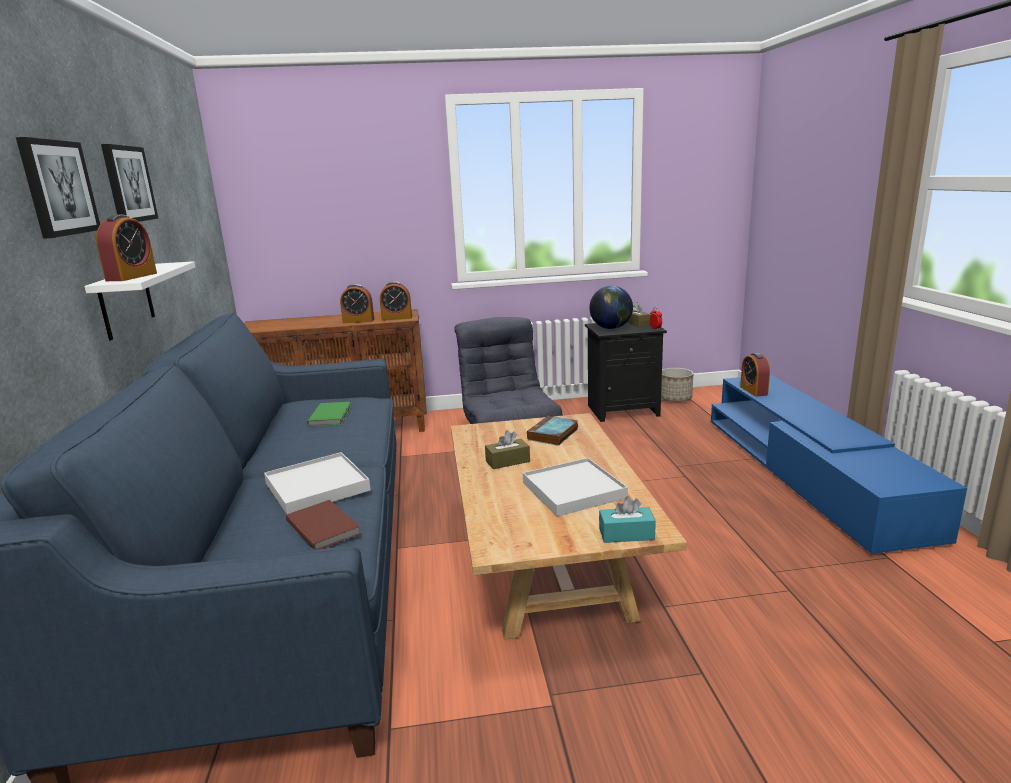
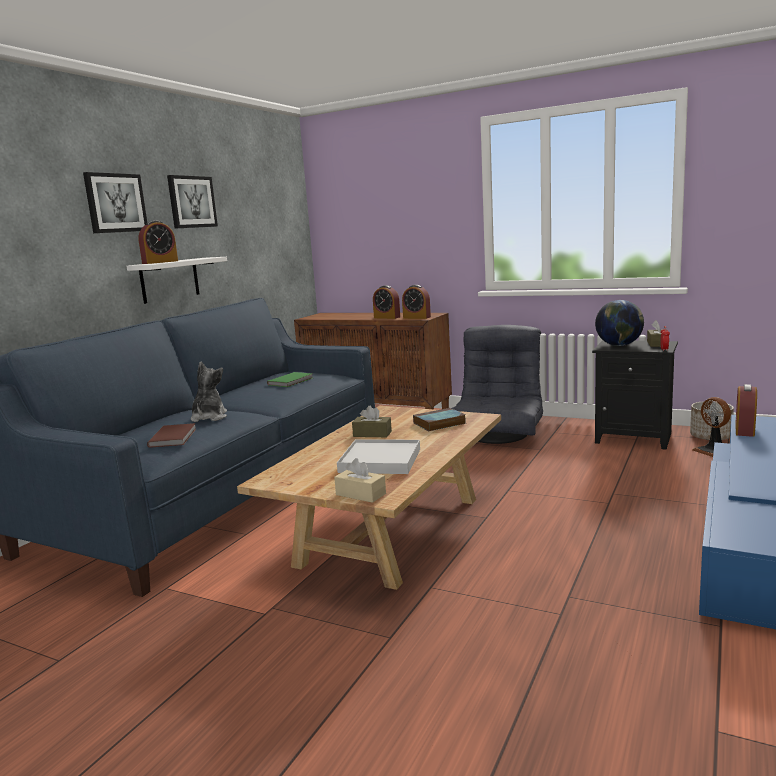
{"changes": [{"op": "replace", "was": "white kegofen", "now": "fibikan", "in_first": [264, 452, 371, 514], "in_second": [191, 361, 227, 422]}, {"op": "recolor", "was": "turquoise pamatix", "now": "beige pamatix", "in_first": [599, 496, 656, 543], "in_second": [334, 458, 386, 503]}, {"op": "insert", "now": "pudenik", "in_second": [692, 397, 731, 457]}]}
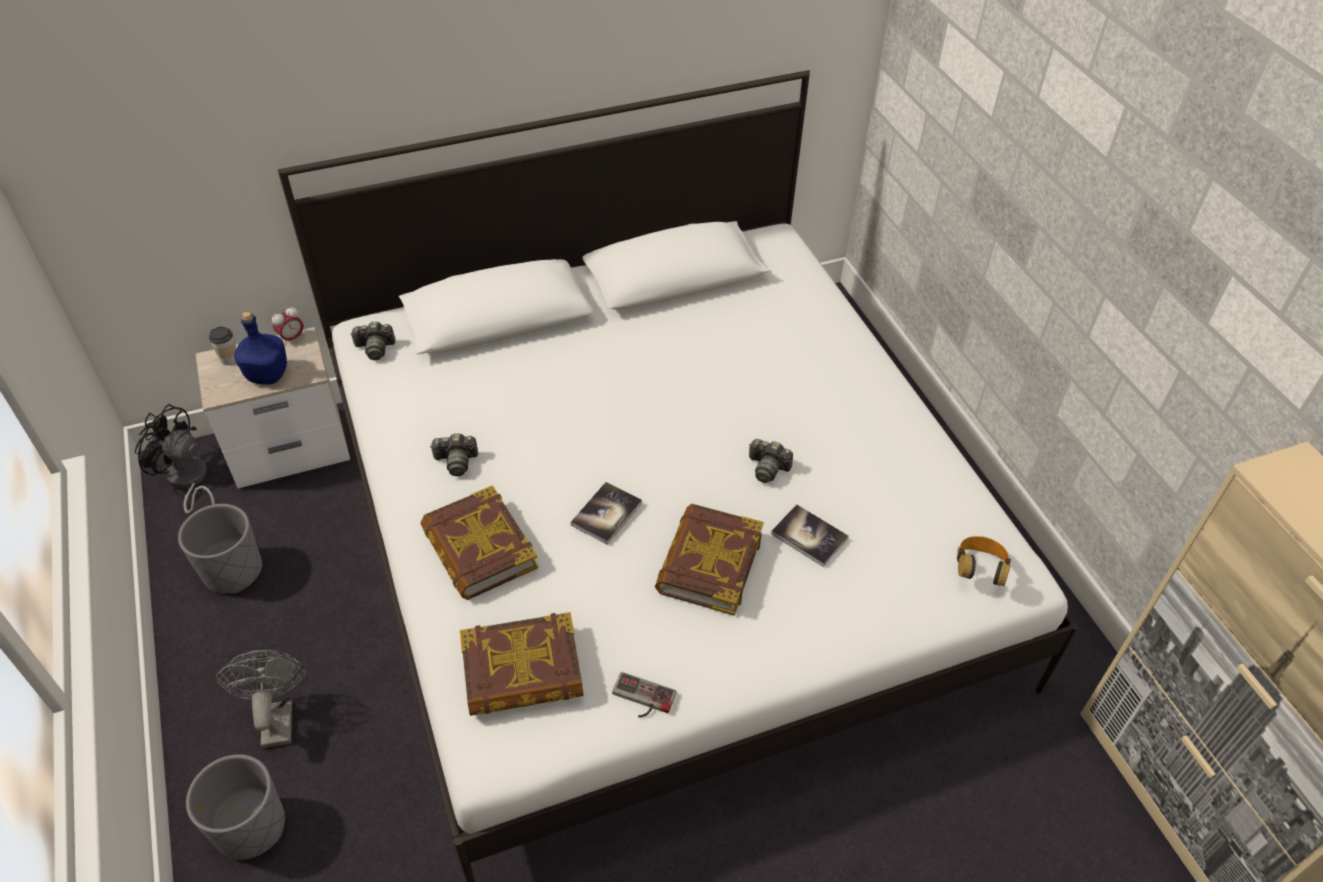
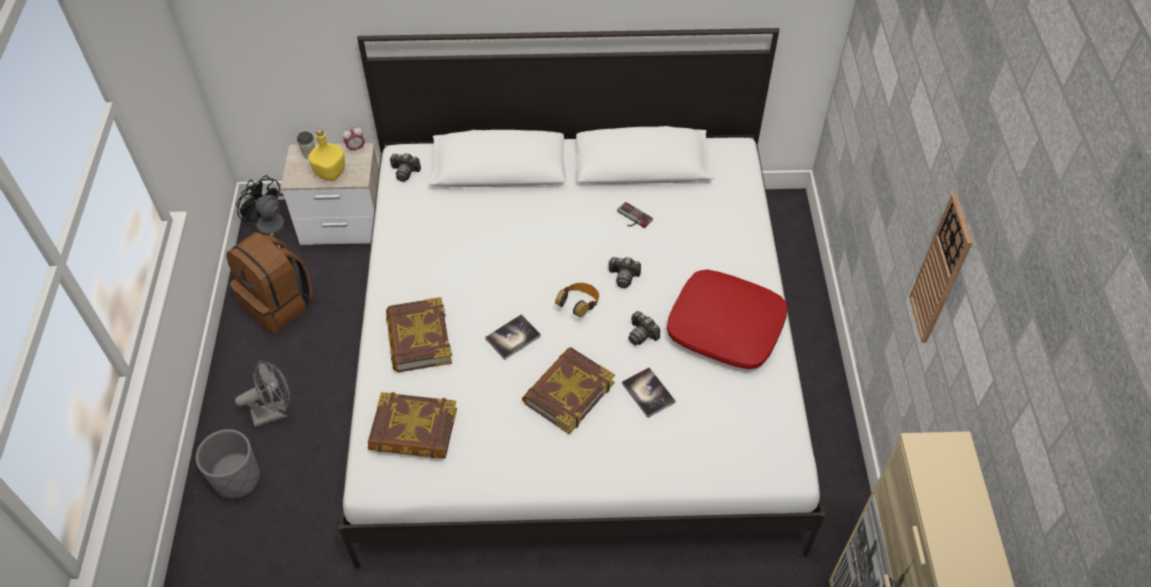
{"changes": [{"op": "replace", "was": "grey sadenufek", "now": "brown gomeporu", "in_first": [178, 504, 262, 594], "in_second": [226, 232, 313, 333]}, {"op": "rotate", "was": "grey pudenik", "in_first": [216, 650, 307, 748], "in_second": [235, 360, 290, 427], "clockwise": 60}, {"op": "recolor", "was": "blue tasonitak", "now": "yellow tasonitak", "in_first": [234, 311, 287, 385], "in_second": [308, 129, 345, 181]}, {"op": "move", "was": "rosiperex", "in_first": [957, 536, 1011, 586], "in_second": [555, 283, 599, 317]}, {"op": "move", "was": "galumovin", "in_first": [430, 433, 478, 476], "in_second": [608, 257, 641, 288]}, {"op": "move", "was": "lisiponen", "in_first": [612, 672, 677, 718], "in_second": [617, 202, 653, 228]}, {"op": "insert", "now": "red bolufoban", "in_second": [667, 269, 787, 369]}, {"op": "insert", "now": "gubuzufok", "in_second": [909, 194, 973, 343]}]}
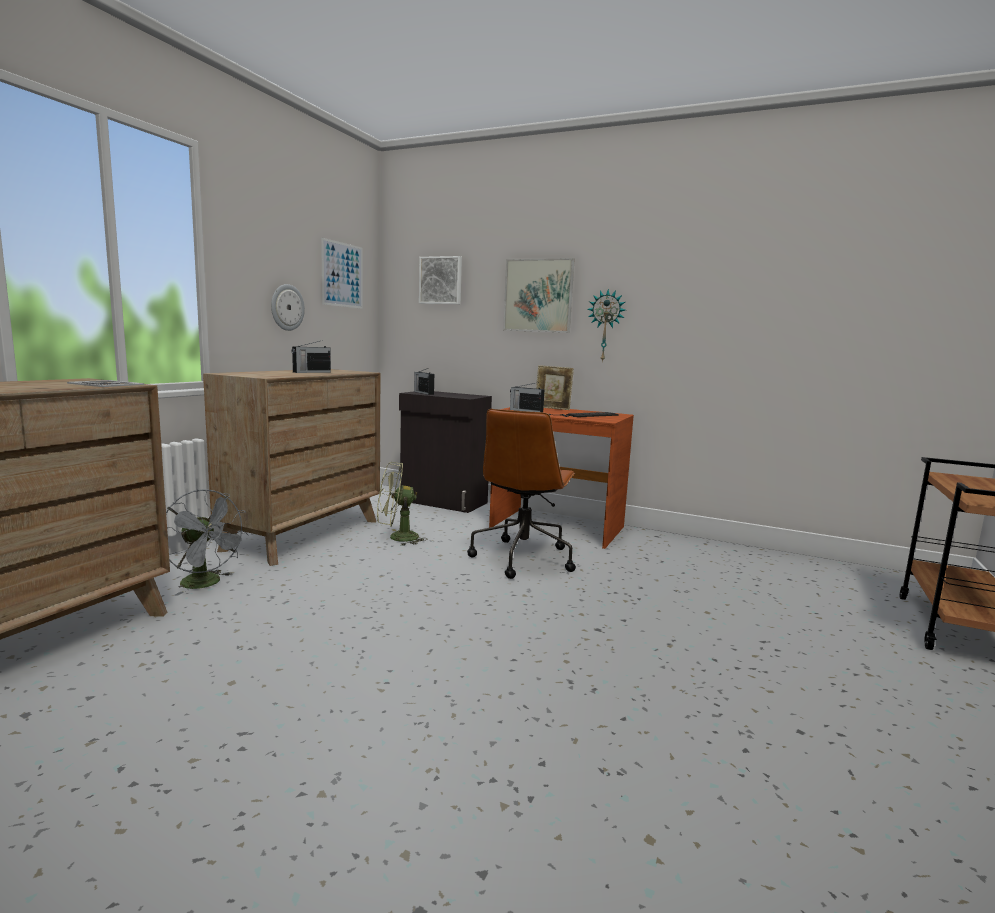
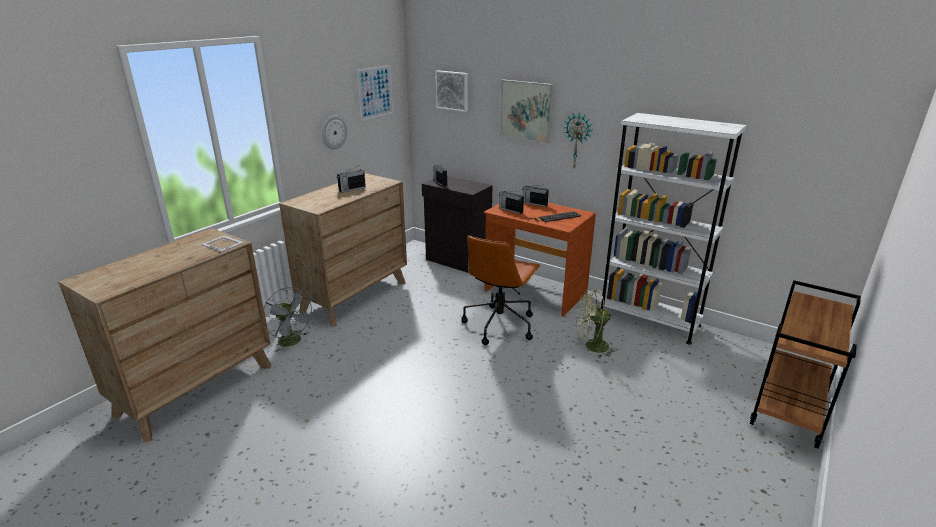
{"changes": [{"op": "replace", "was": "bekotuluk", "now": "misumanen", "in_first": [536, 365, 574, 410], "in_second": [522, 185, 549, 207]}, {"op": "move", "was": "green pudenik", "in_first": [377, 462, 428, 546], "in_second": [576, 289, 617, 358]}, {"op": "insert", "now": "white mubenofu", "in_second": [600, 113, 746, 345]}]}
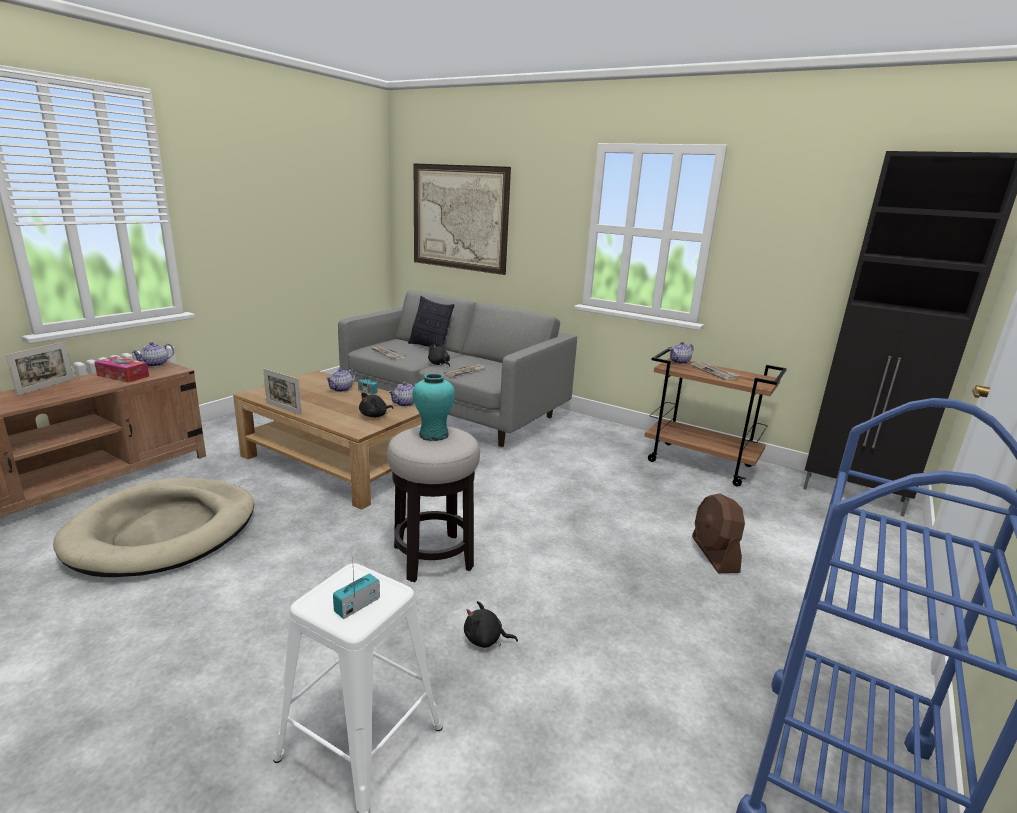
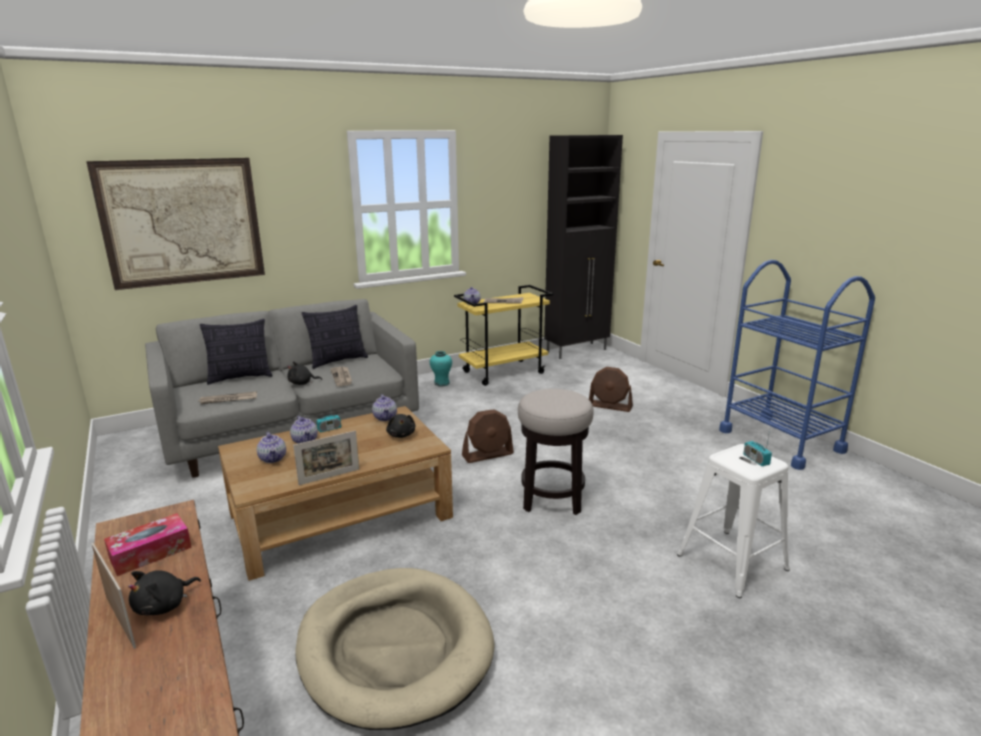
{"changes": [{"op": "move", "was": "black fibikan", "in_first": [464, 601, 518, 648], "in_second": [128, 570, 201, 615]}, {"op": "move", "was": "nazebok", "in_first": [131, 342, 174, 367], "in_second": [257, 432, 286, 463]}, {"op": "insert", "now": "bolufoban", "in_second": [302, 305, 368, 369]}, {"op": "move", "was": "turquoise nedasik", "in_first": [412, 373, 455, 441], "in_second": [430, 351, 452, 386]}, {"op": "recolor", "was": "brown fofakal", "now": "yellow fofakal", "in_first": [644, 347, 787, 487], "in_second": [454, 285, 553, 386]}, {"op": "insert", "now": "brown pudenik", "in_second": [462, 409, 514, 463]}]}
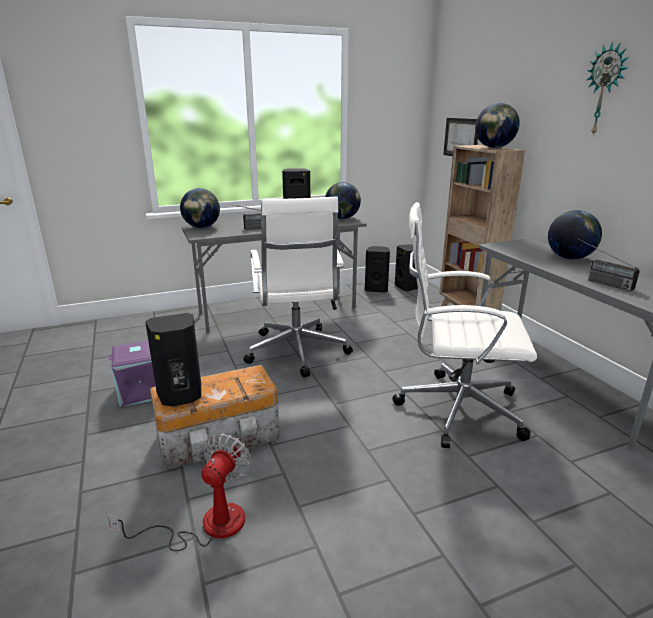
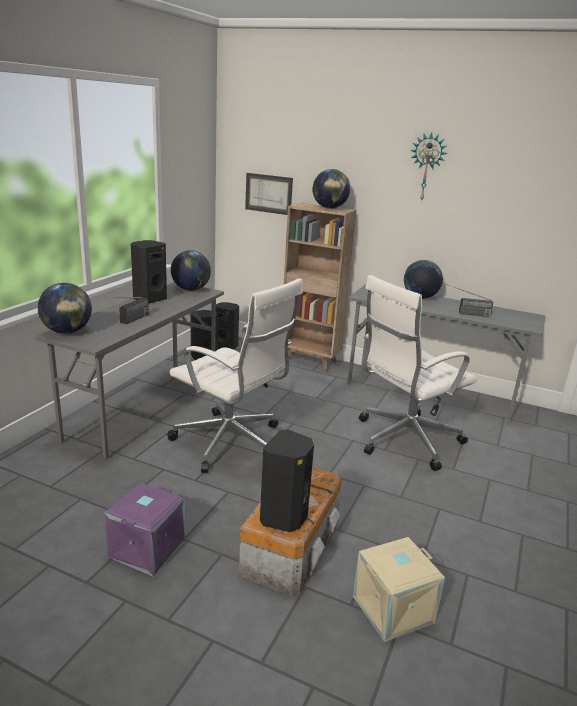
{"changes": [{"op": "replace", "was": "pudenik", "now": "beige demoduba", "in_first": [108, 433, 252, 551], "in_second": [353, 537, 445, 642]}]}
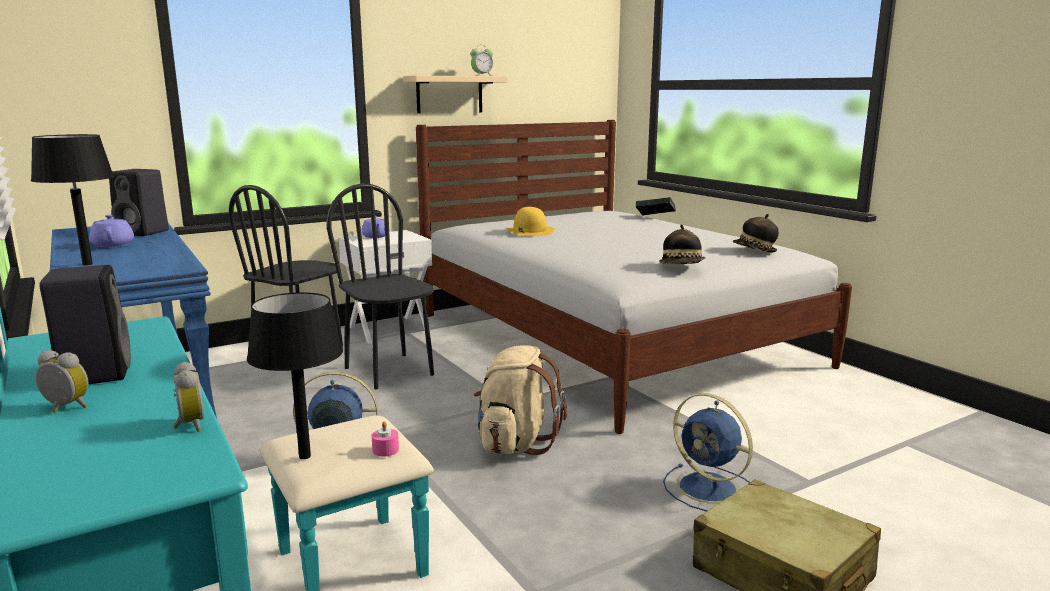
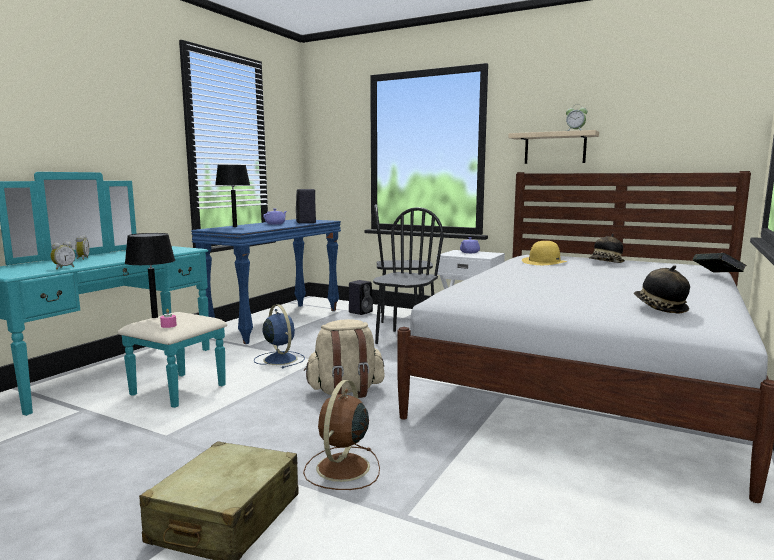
{"changes": [{"op": "recolor", "was": "blue pudenik", "now": "brown pudenik", "in_first": [663, 393, 753, 512], "in_second": [303, 380, 380, 490]}, {"op": "move", "was": "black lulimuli", "in_first": [39, 265, 131, 384], "in_second": [349, 280, 373, 315]}, {"op": "move", "was": "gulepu", "in_first": [659, 224, 706, 264], "in_second": [589, 233, 625, 263]}]}
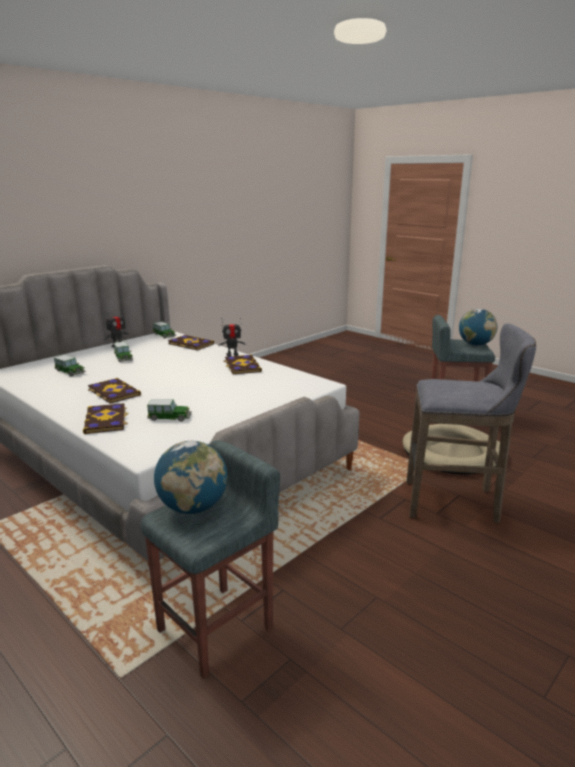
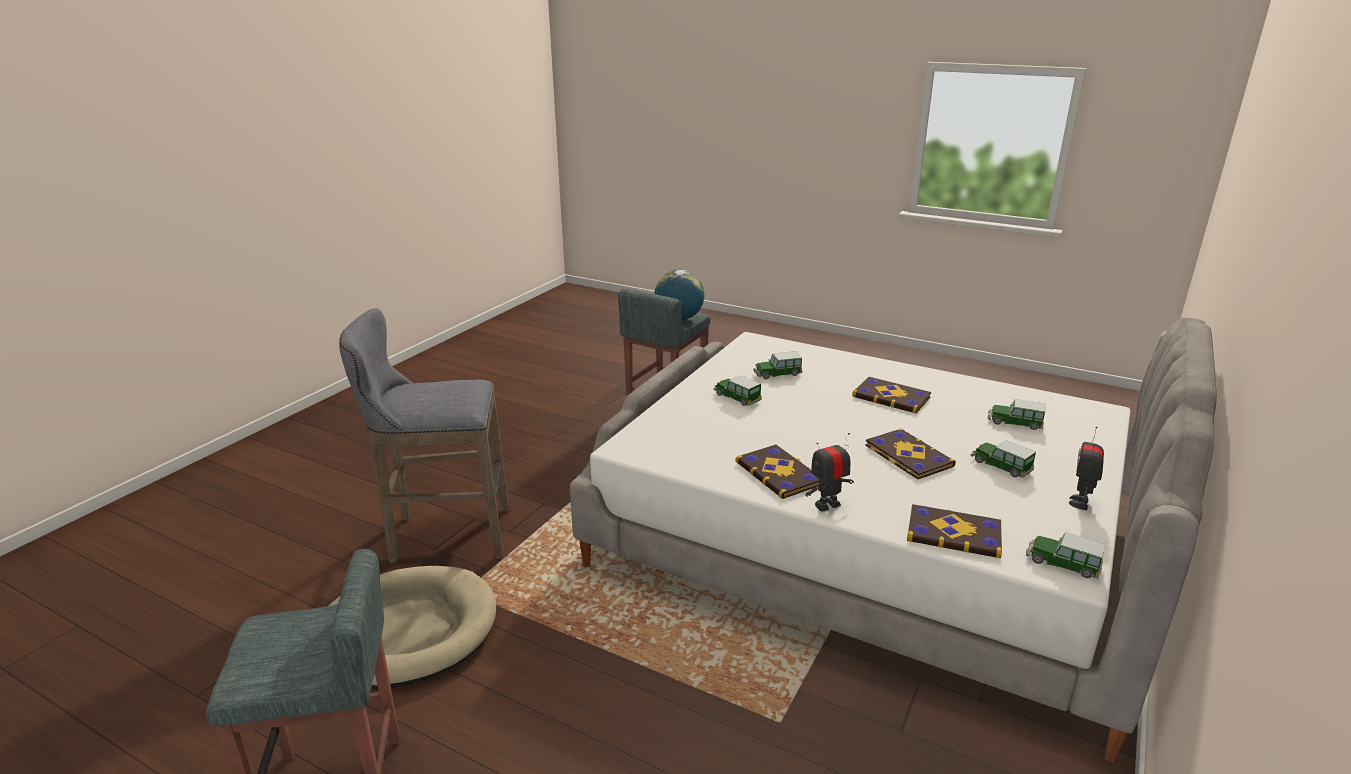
{"changes": [{"op": "insert", "now": "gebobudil", "in_second": [713, 376, 762, 406]}, {"op": "move", "was": "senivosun", "in_first": [83, 403, 129, 434], "in_second": [865, 428, 956, 479]}, {"op": "delete", "was": "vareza", "in_first": [459, 309, 498, 346]}]}
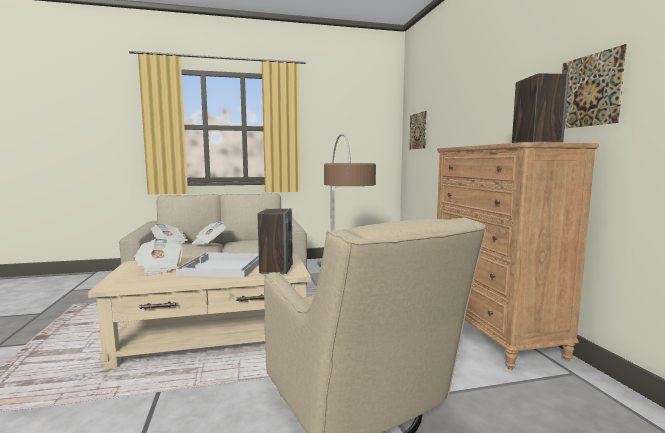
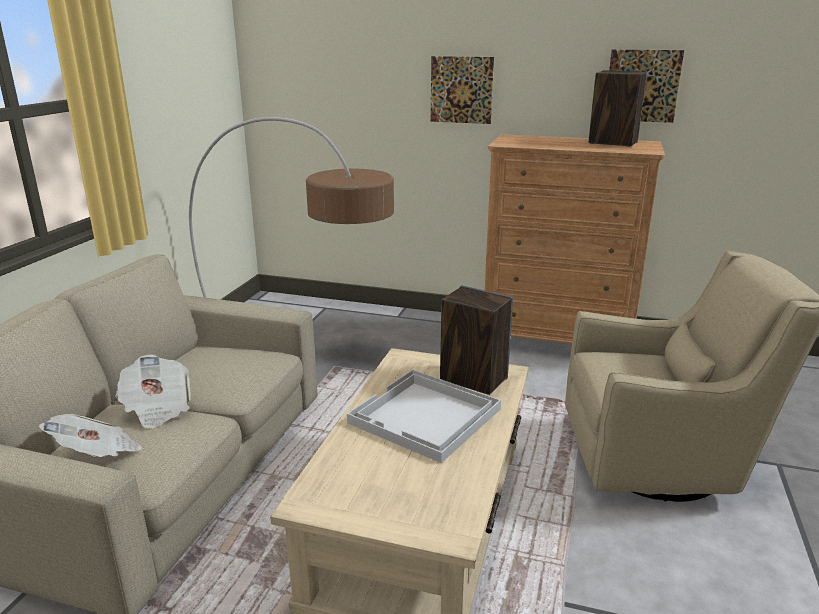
{"changes": [{"op": "move", "was": "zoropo", "in_first": [409, 111, 427, 150], "in_second": [431, 56, 494, 124]}, {"op": "delete", "was": "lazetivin", "in_first": [134, 238, 183, 276]}]}
